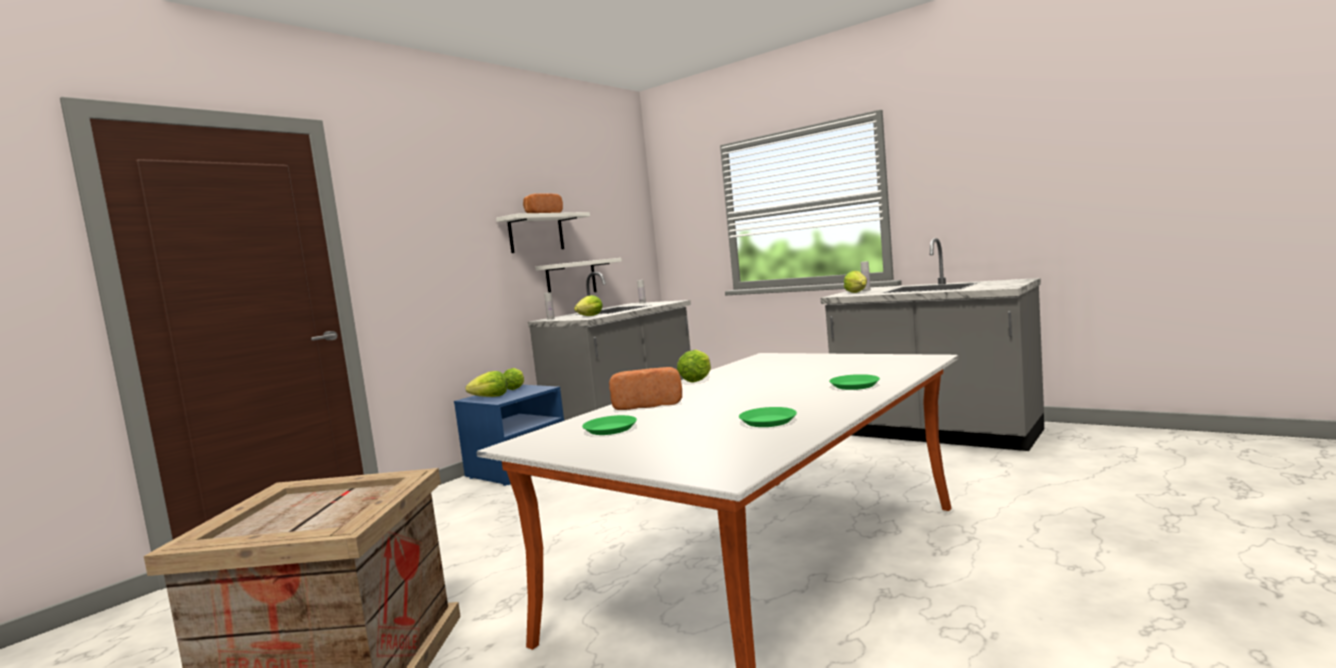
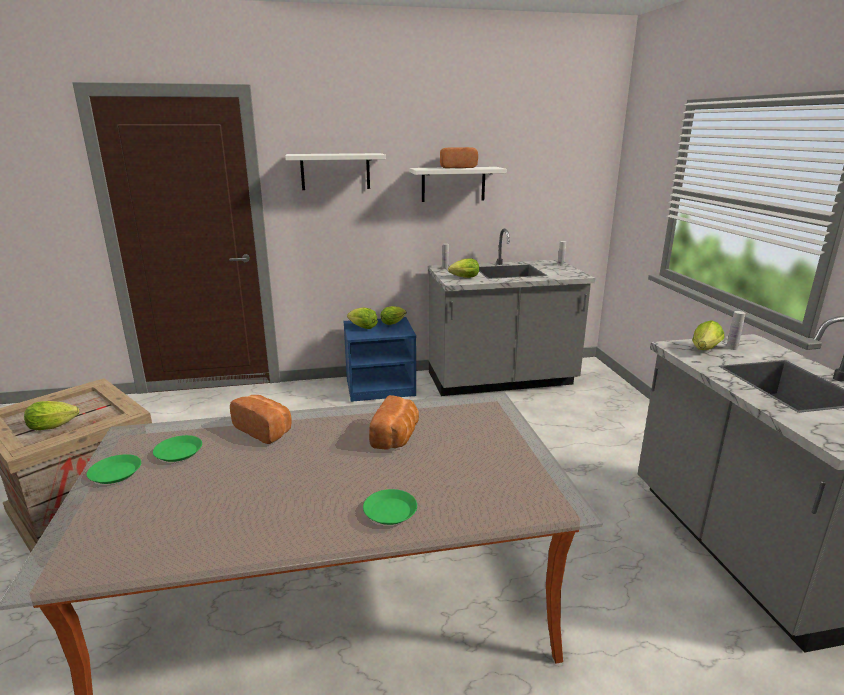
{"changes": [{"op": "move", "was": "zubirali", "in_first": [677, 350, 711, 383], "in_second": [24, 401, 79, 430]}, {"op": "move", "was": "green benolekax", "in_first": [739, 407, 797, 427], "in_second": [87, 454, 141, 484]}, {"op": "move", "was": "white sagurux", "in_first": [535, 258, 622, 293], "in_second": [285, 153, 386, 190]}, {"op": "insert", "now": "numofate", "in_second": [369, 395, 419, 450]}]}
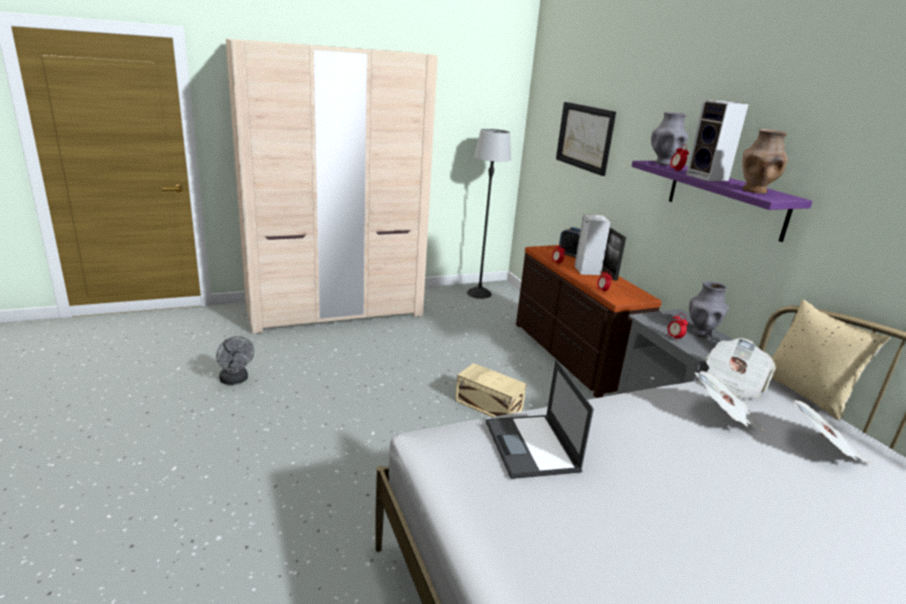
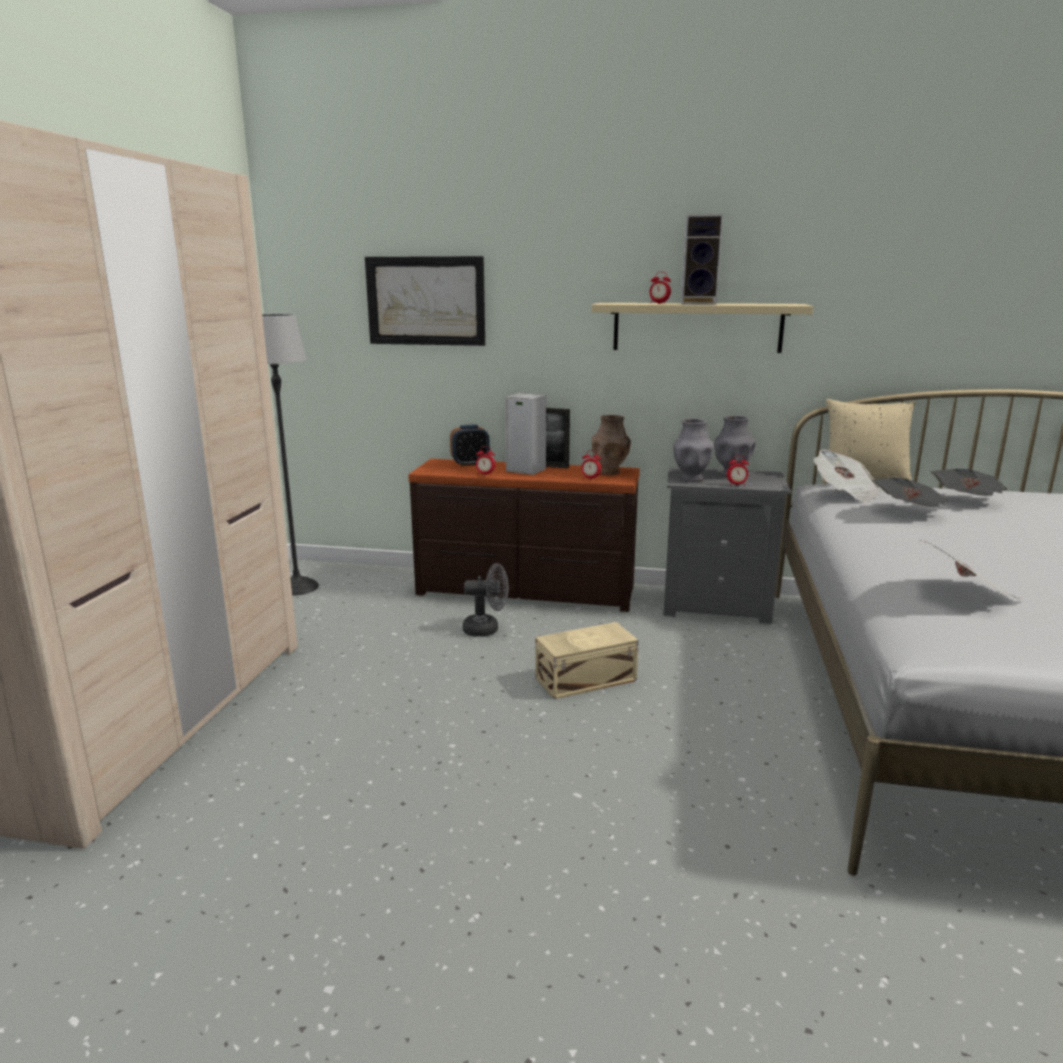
{"changes": [{"op": "move", "was": "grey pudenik", "in_first": [216, 336, 254, 385], "in_second": [463, 563, 509, 636]}, {"op": "recolor", "was": "purple sagurux", "now": "beige sagurux", "in_first": [632, 161, 813, 242], "in_second": [591, 303, 813, 353]}, {"op": "move", "was": "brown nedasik", "in_first": [742, 129, 788, 194], "in_second": [591, 415, 631, 475]}, {"op": "move", "was": "grey nedasik", "in_first": [651, 112, 688, 166], "in_second": [673, 419, 714, 482]}, {"op": "replace", "was": "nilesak", "now": "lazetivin", "in_first": [486, 360, 594, 479], "in_second": [920, 540, 1024, 600]}]}
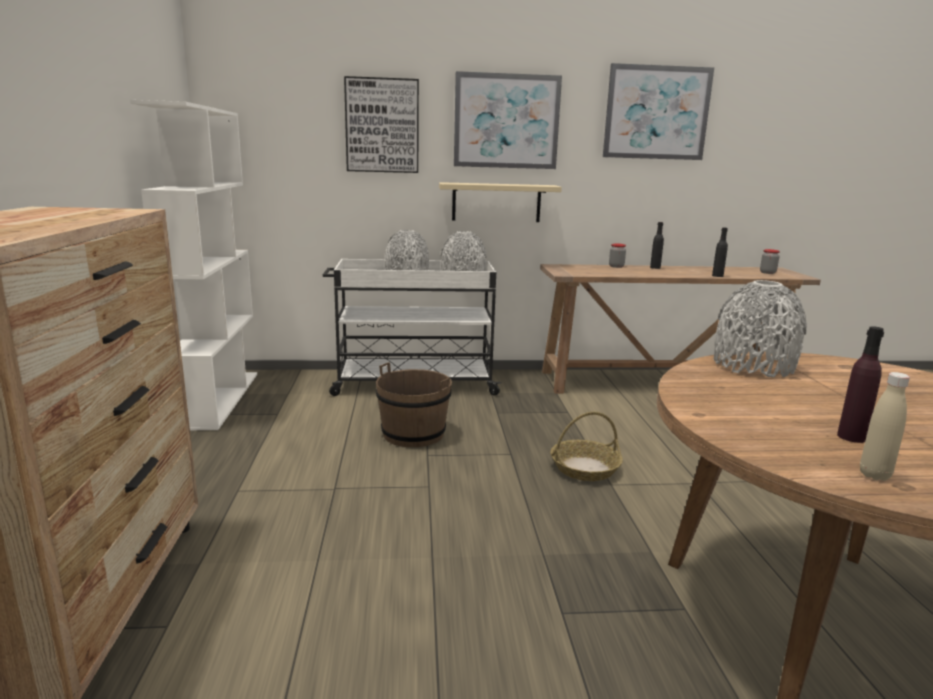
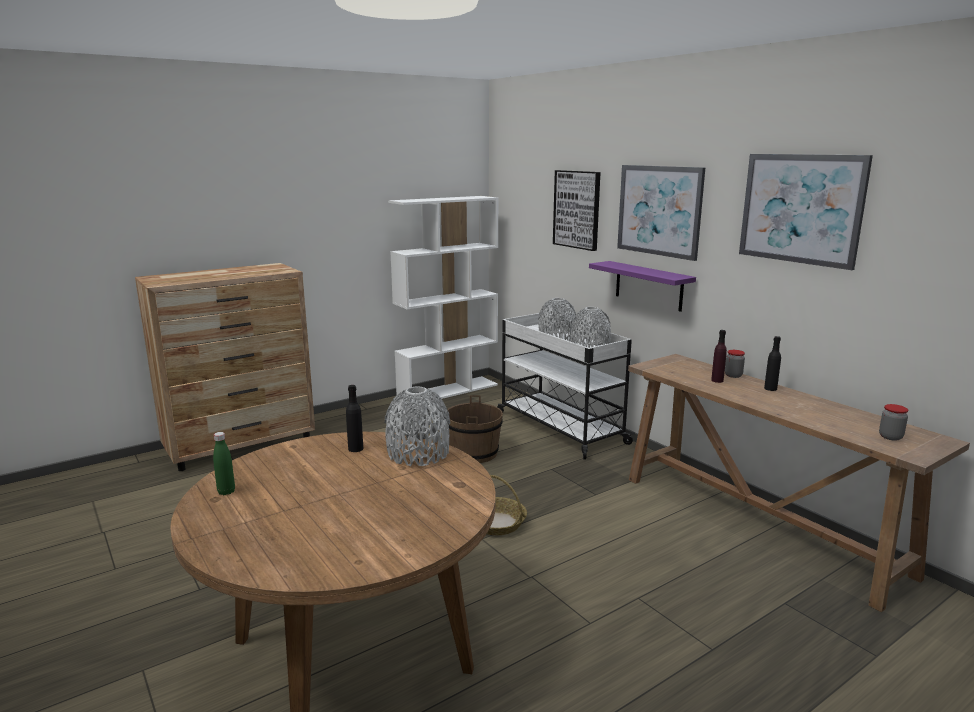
{"changes": [{"op": "recolor", "was": "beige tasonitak", "now": "green tasonitak", "in_first": [860, 372, 910, 481], "in_second": [213, 432, 235, 495]}, {"op": "move", "was": "black tasonitak", "in_first": [712, 228, 728, 277], "in_second": [346, 385, 364, 452]}, {"op": "recolor", "was": "beige sagurux", "now": "purple sagurux", "in_first": [439, 182, 562, 222], "in_second": [589, 261, 696, 312]}, {"op": "move", "was": "purple tasonitak", "in_first": [837, 326, 884, 443], "in_second": [711, 330, 727, 383]}]}
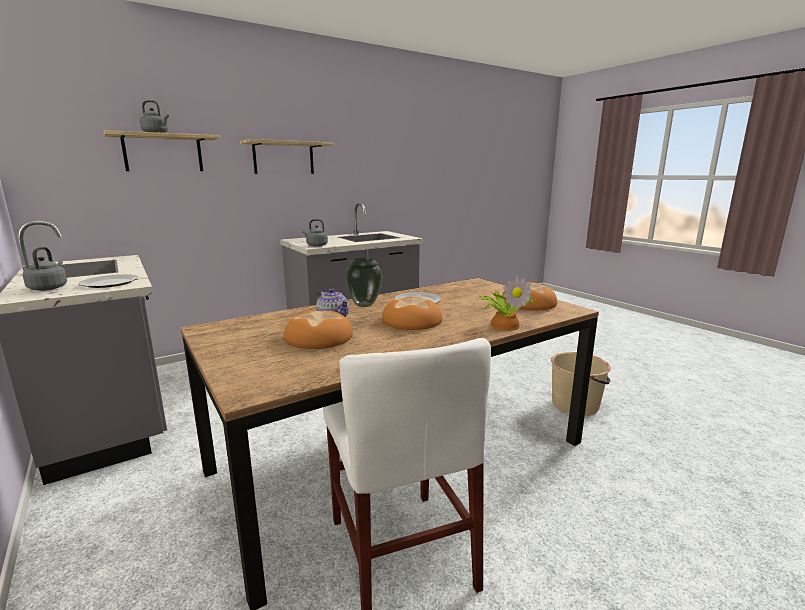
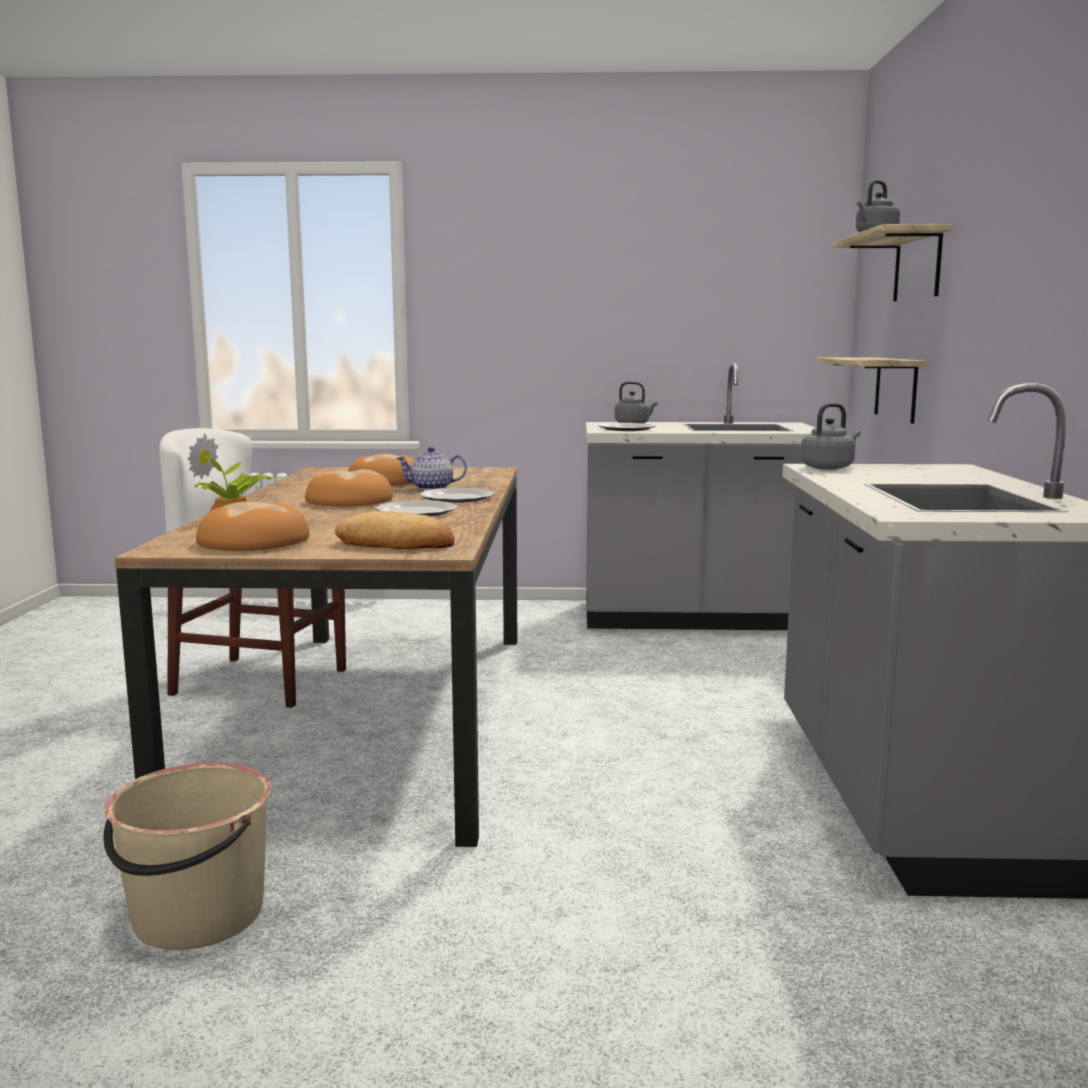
{"changes": [{"op": "insert", "now": "numofate", "in_second": [335, 511, 454, 549]}, {"op": "replace", "was": "nedasik", "now": "benolekax", "in_first": [345, 258, 382, 307], "in_second": [419, 488, 495, 503]}, {"op": "move", "was": "sagurux", "in_first": [240, 139, 334, 174], "in_second": [817, 357, 927, 423]}]}
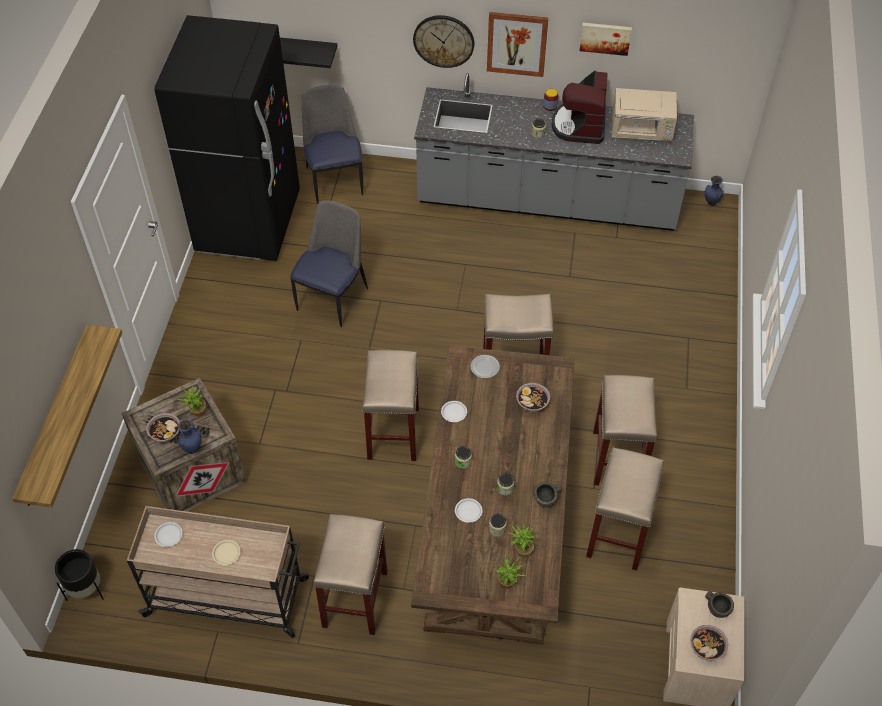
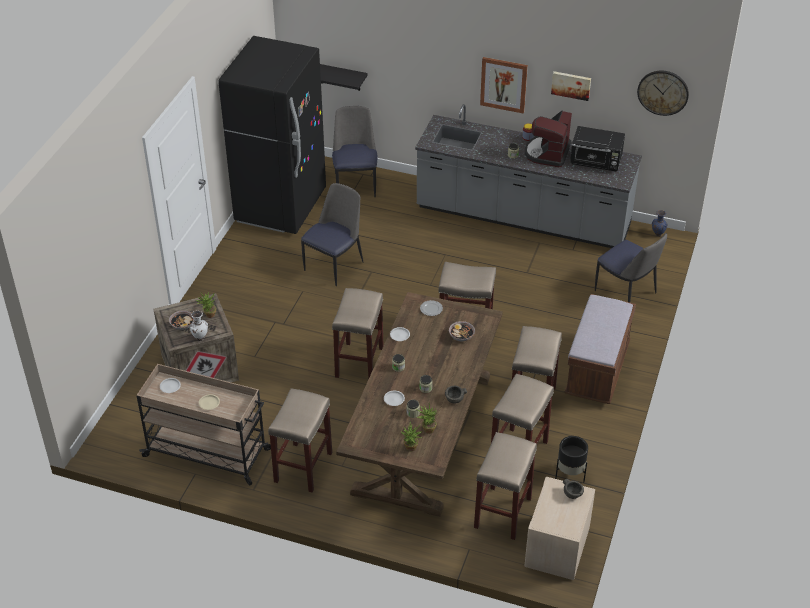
{"changes": [{"op": "recolor", "was": "blue nedasik", "now": "white nedasik", "in_first": [177, 419, 201, 454], "in_second": [190, 311, 208, 341]}, {"op": "insert", "now": "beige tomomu", "in_second": [474, 432, 537, 540]}, {"op": "move", "was": "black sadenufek", "in_first": [55, 549, 104, 601], "in_second": [555, 436, 588, 482]}, {"op": "insert", "now": "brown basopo", "in_second": [565, 294, 636, 404]}, {"op": "recolor", "was": "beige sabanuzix", "now": "black sabanuzix", "in_first": [612, 88, 677, 141], "in_second": [570, 126, 625, 171]}, {"op": "insert", "now": "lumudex", "in_second": [595, 233, 667, 302]}, {"op": "move", "was": "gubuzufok", "in_first": [413, 15, 474, 68], "in_second": [637, 71, 689, 116]}, {"op": "delete", "was": "sagurux", "in_first": [12, 325, 122, 508]}, {"op": "delete", "was": "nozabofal", "in_first": [690, 625, 728, 661]}]}
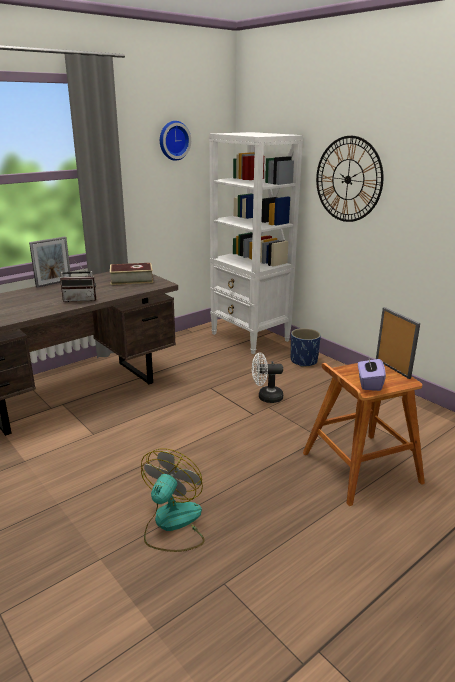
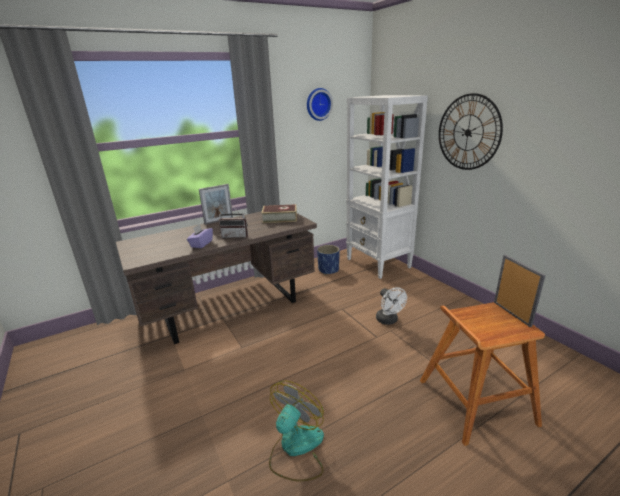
{"changes": [{"op": "move", "was": "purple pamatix", "in_first": [358, 354, 386, 391], "in_second": [187, 224, 213, 248]}, {"op": "move", "was": "blue sadenufek", "in_first": [291, 328, 321, 367], "in_second": [317, 245, 340, 274]}, {"op": "rotate", "was": "white pudenik", "in_first": [252, 352, 283, 403], "in_second": [376, 287, 407, 325], "clockwise": -120}]}
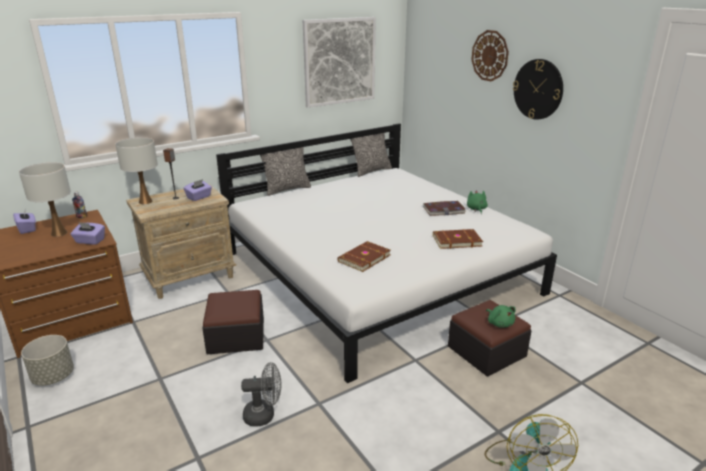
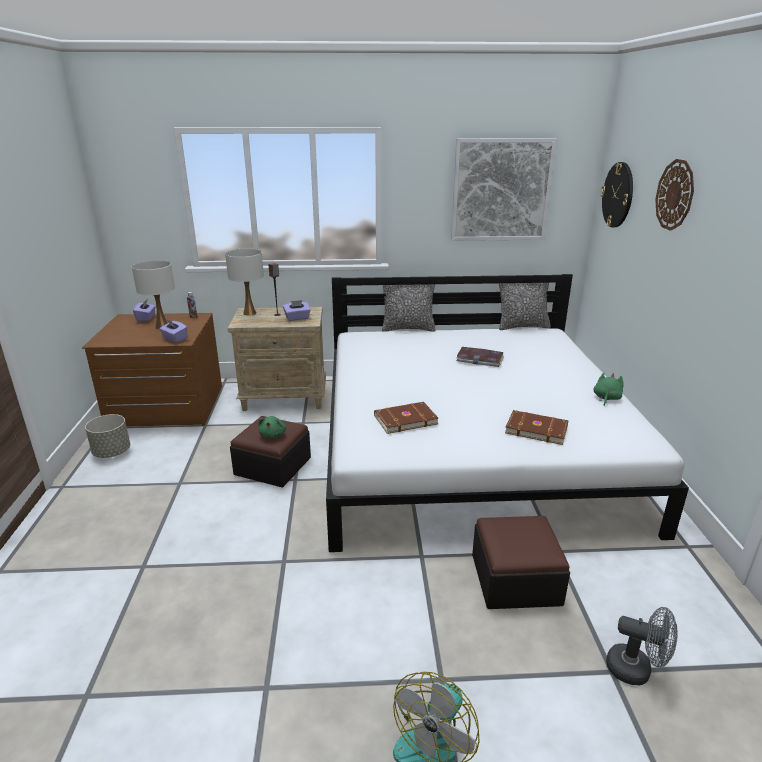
{"changes": [{"op": "move", "was": "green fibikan", "in_first": [486, 305, 515, 328], "in_second": [258, 416, 286, 438]}, {"op": "move", "was": "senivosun", "in_first": [423, 201, 466, 216], "in_second": [456, 347, 504, 367]}, {"op": "move", "was": "gubuzufok", "in_first": [513, 59, 563, 120], "in_second": [601, 162, 633, 227]}, {"op": "move", "was": "grey pudenik", "in_first": [241, 362, 281, 426], "in_second": [606, 607, 678, 685]}]}
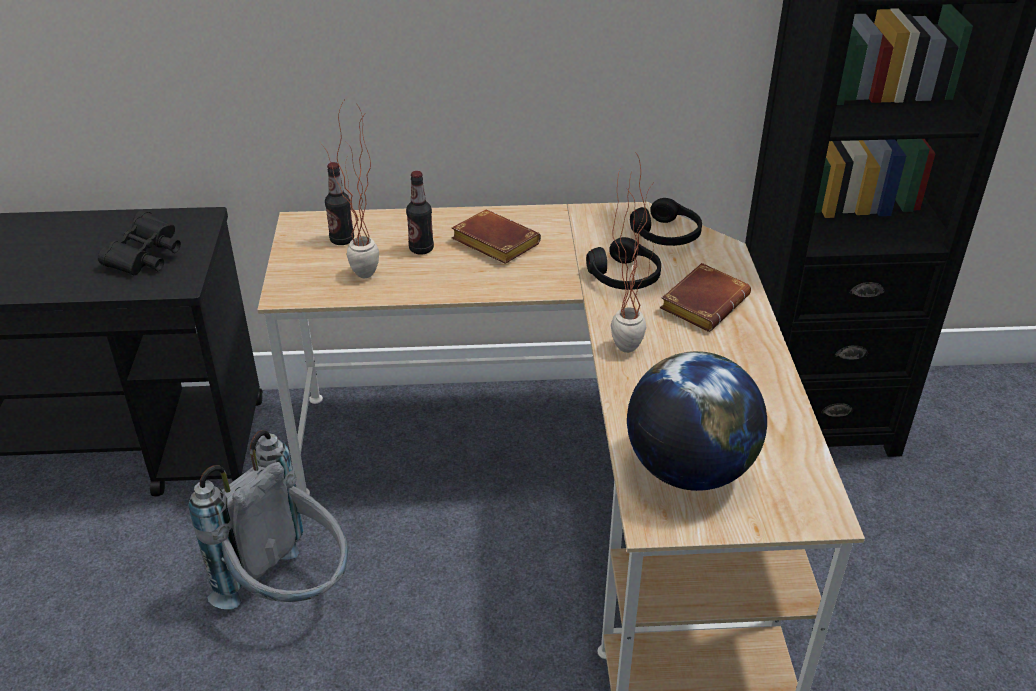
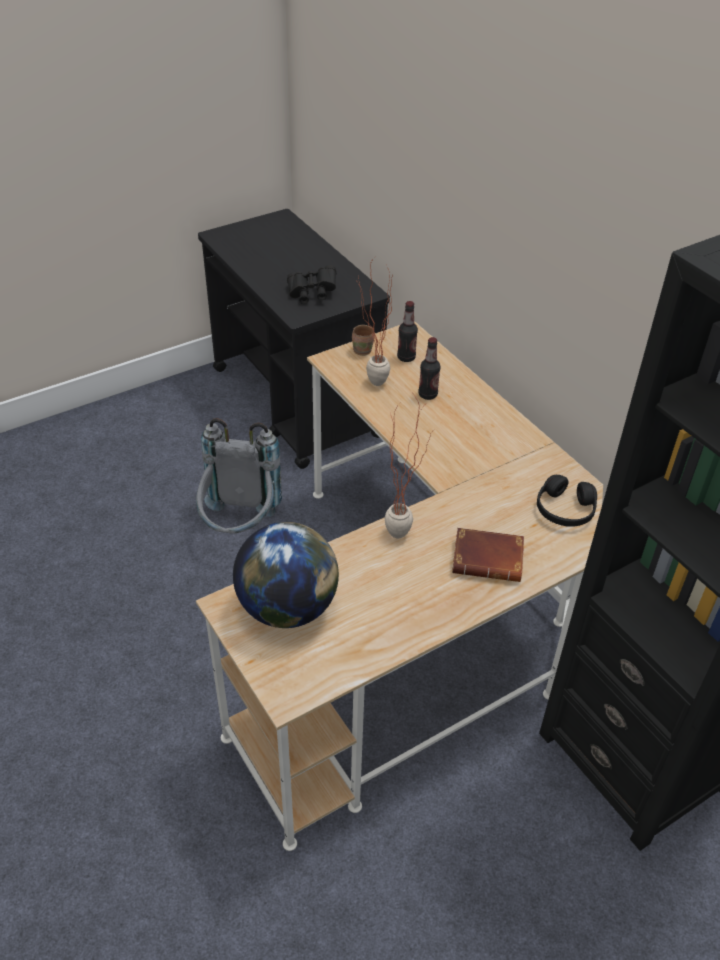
{"changes": [{"op": "insert", "now": "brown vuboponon", "in_second": [352, 325, 375, 356]}, {"op": "delete", "was": "brown senivosun", "in_first": [452, 210, 541, 264]}, {"op": "delete", "was": "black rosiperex", "in_first": [586, 237, 661, 290]}]}
